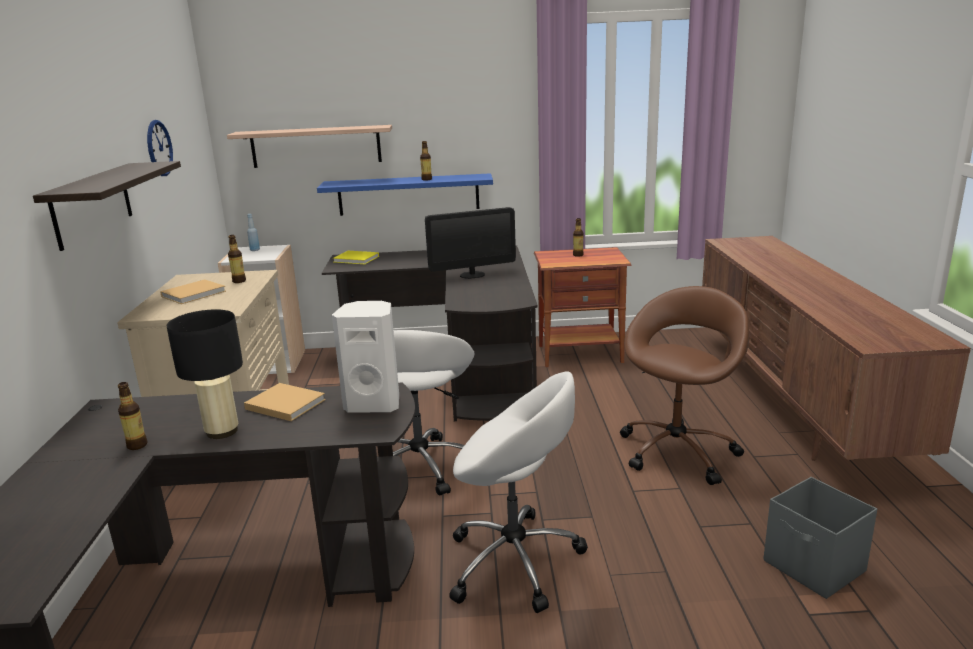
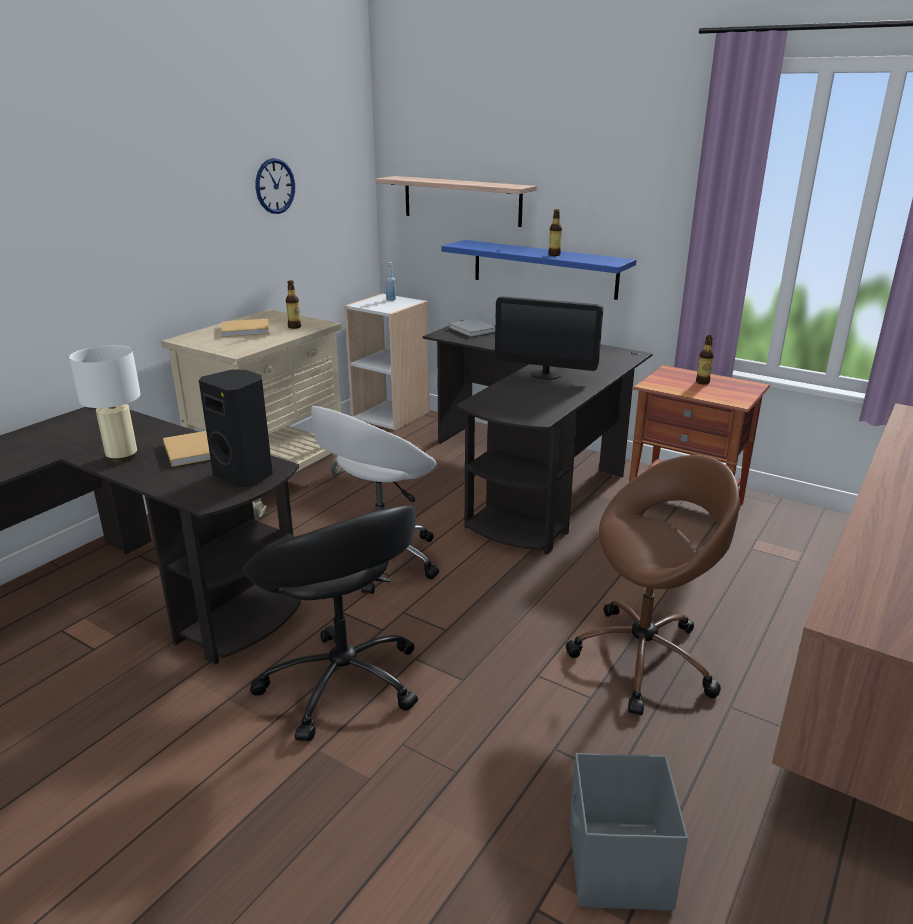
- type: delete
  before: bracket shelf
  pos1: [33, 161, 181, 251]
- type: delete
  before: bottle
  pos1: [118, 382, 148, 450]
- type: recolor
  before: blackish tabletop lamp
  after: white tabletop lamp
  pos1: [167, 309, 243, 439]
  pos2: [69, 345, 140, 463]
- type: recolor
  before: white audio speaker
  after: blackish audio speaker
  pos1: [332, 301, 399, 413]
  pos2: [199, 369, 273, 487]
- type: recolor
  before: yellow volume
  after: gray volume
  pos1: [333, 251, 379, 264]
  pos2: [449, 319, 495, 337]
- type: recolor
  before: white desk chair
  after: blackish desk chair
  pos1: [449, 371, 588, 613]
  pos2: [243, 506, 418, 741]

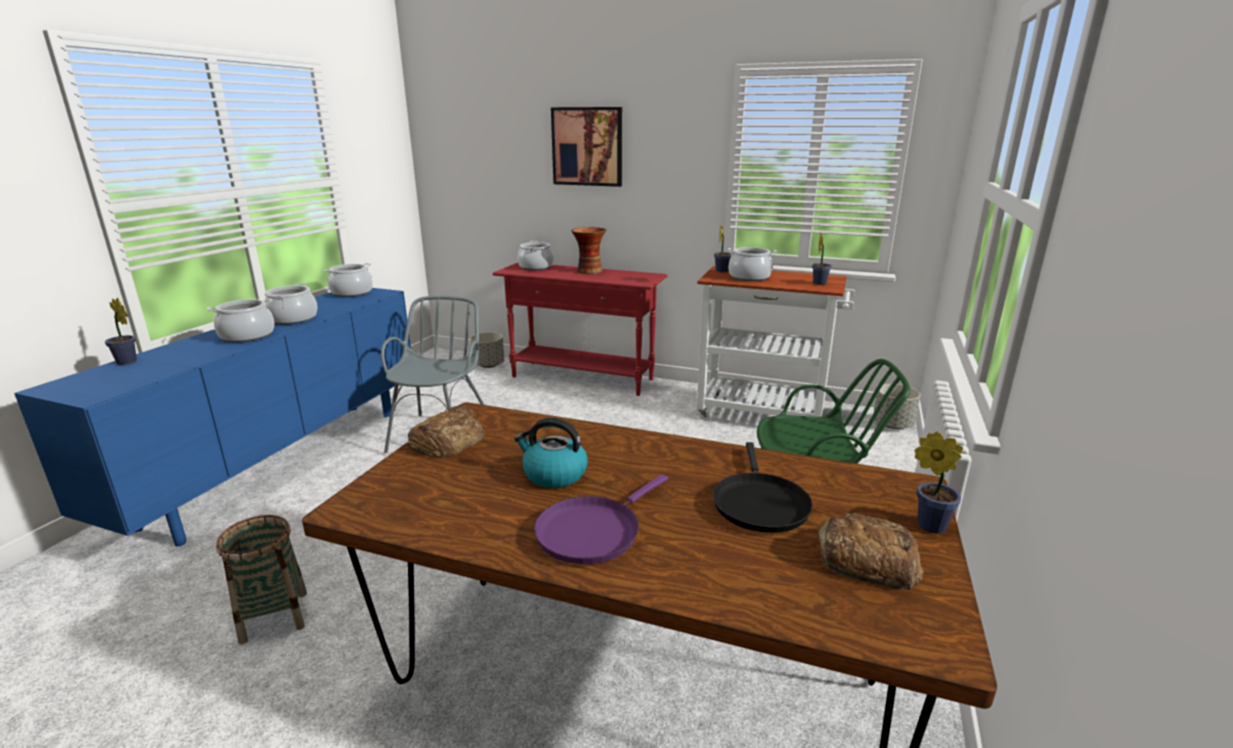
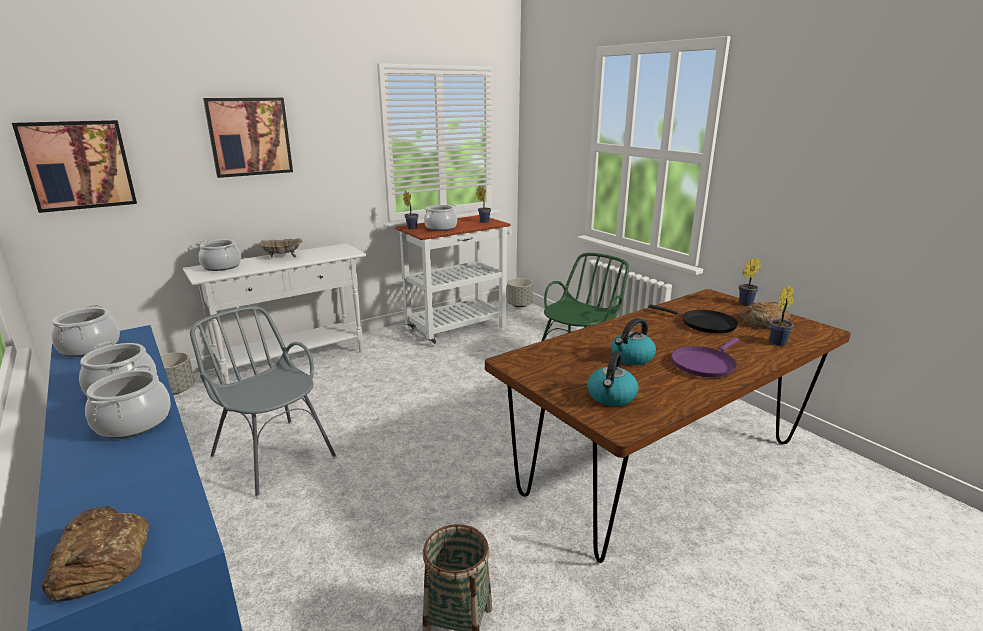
- type: insert
  after: wall art
  pos2: [12, 120, 137, 213]
- type: insert
  after: kettle
  pos2: [587, 351, 638, 406]
- type: move
  before: potted plant
  pos1: [105, 298, 137, 365]
  pos2: [770, 285, 794, 346]
- type: move
  before: baked bread
  pos1: [407, 405, 484, 457]
  pos2: [42, 506, 149, 602]
- type: replace
  before: decorative vase
  after: sand-coloured serving bowl
  pos1: [572, 227, 606, 274]
  pos2: [258, 238, 302, 258]
- type: recolor
  before: reddish hall table
  after: white hall table
  pos1: [493, 263, 667, 396]
  pos2: [183, 243, 366, 384]
- type: rotate
  before: purple-coloured frying pan
  pos1: [534, 475, 668, 564]
  pos2: [671, 338, 739, 378]
  turn: 60

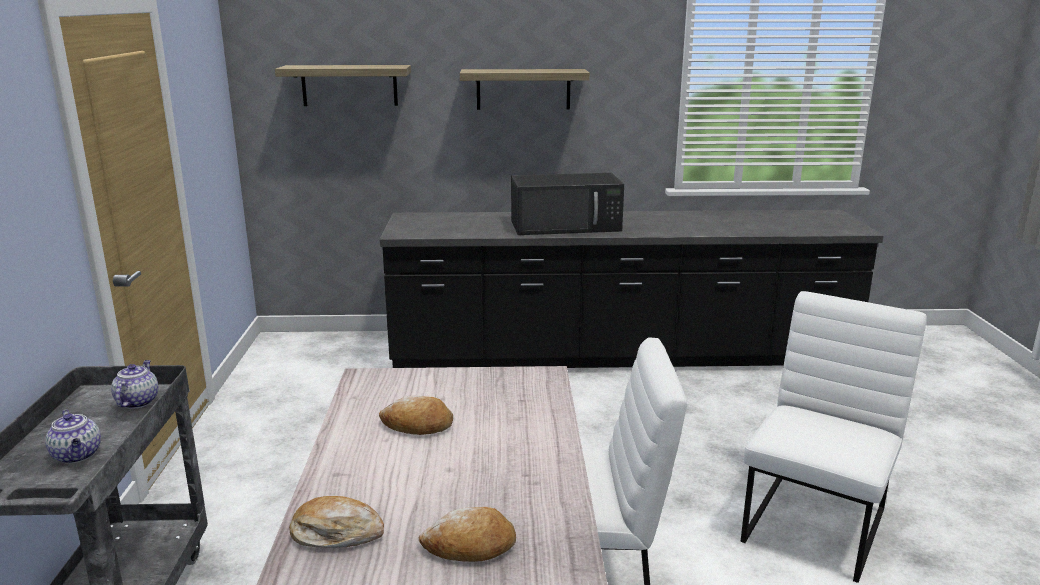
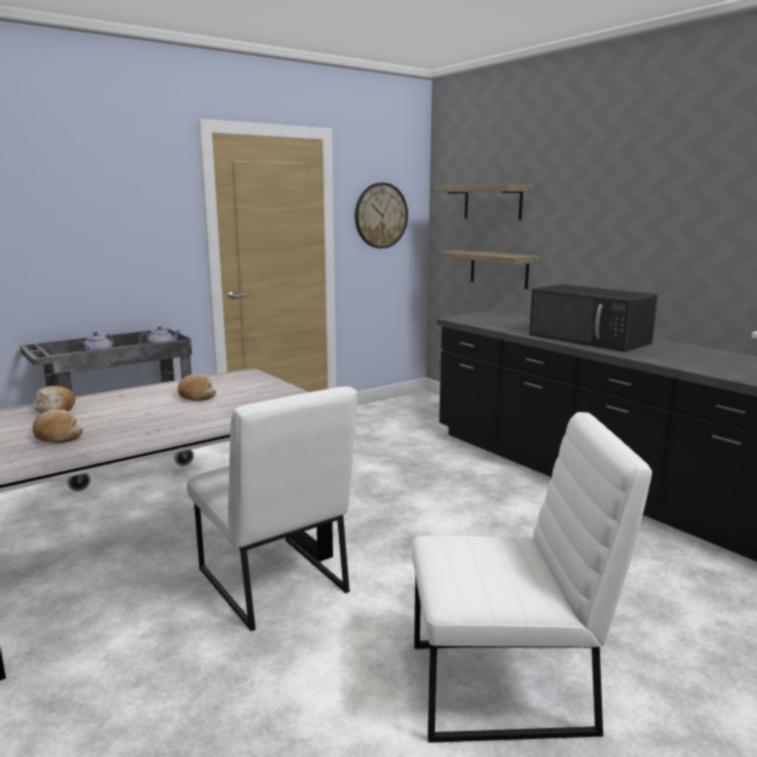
- type: insert
  after: clock on the wall
  pos2: [355, 183, 408, 249]
- type: move
  before: bracket shelf
  pos1: [460, 69, 590, 110]
  pos2: [441, 250, 539, 289]

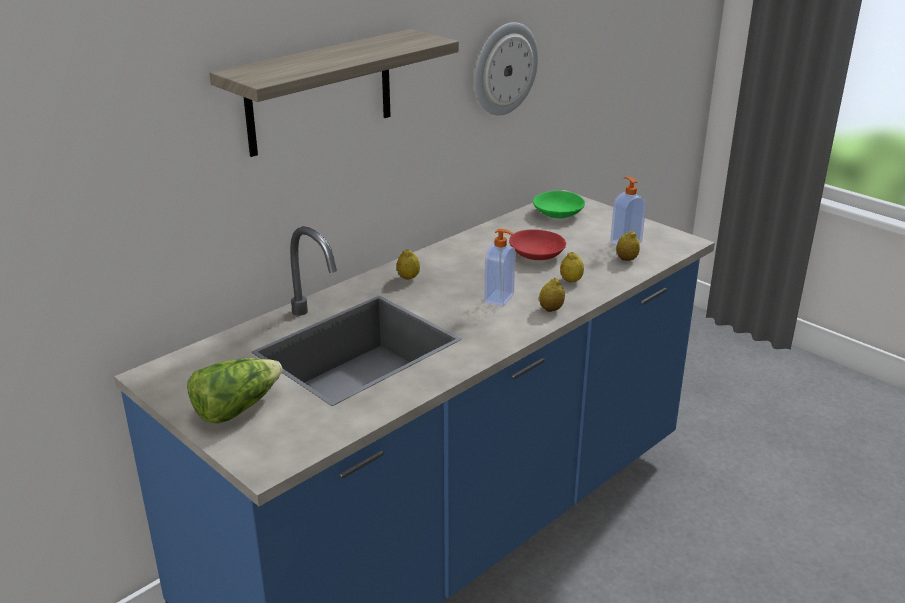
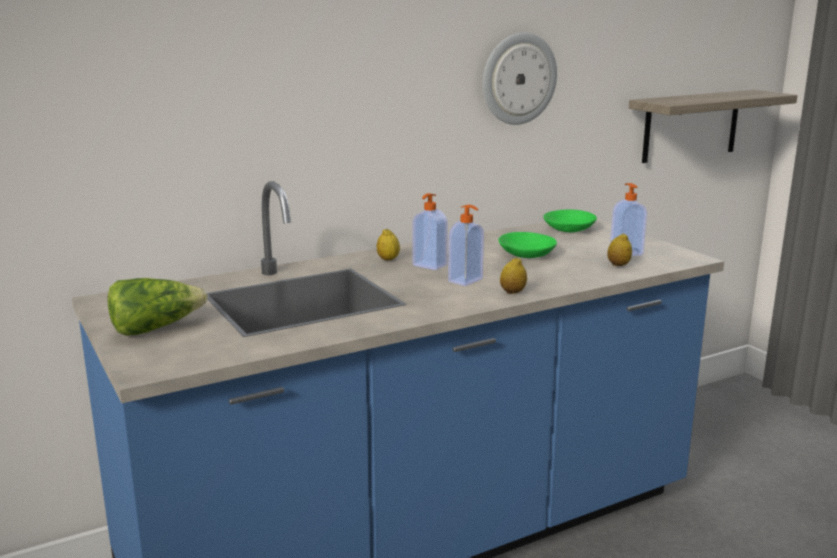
- type: delete
  before: whole lemon
  pos1: [560, 252, 584, 282]
- type: insert
  after: liquid soap bottle
  pos2: [413, 193, 448, 270]
- type: move
  before: bracket shelf
  pos1: [209, 29, 459, 157]
  pos2: [629, 90, 797, 163]
- type: recolor
  before: reddish serving bowl
  after: green serving bowl
  pos1: [509, 229, 566, 260]
  pos2: [498, 232, 557, 258]

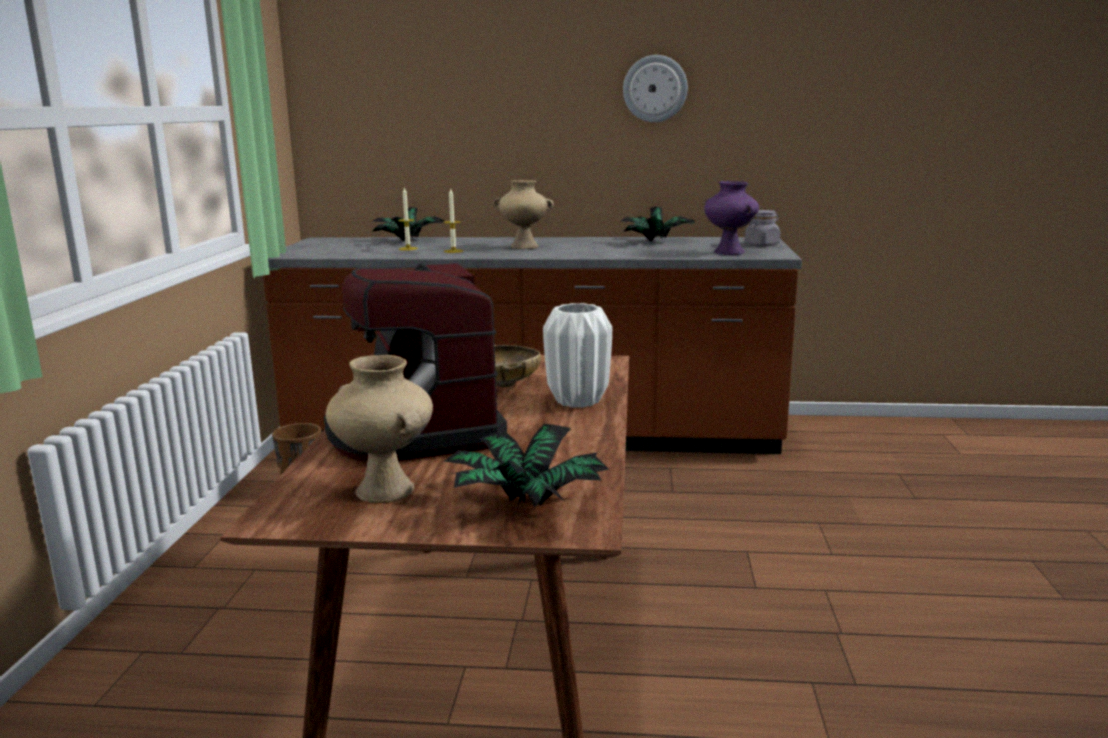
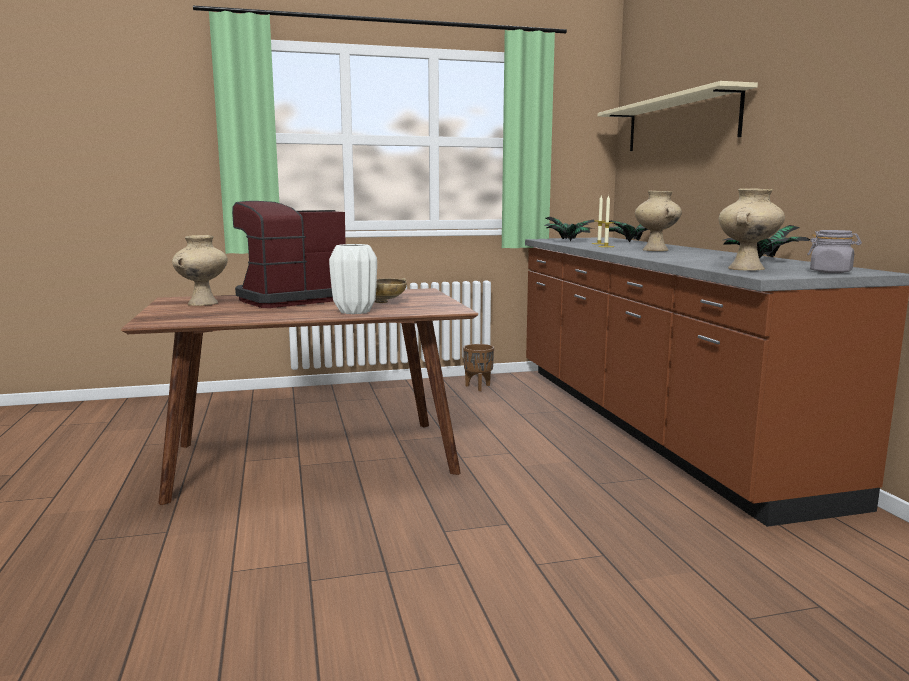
- type: delete
  before: clock on the wall
  pos1: [623, 55, 688, 122]
- type: insert
  after: sand-coloured bracket shelf
  pos2: [598, 81, 758, 151]
- type: move
  before: potted plant
  pos1: [444, 424, 610, 507]
  pos2: [544, 217, 595, 241]
- type: recolor
  before: purple-coloured decorative vase
  after: sand-coloured decorative vase
  pos1: [704, 181, 759, 255]
  pos2: [719, 188, 785, 271]

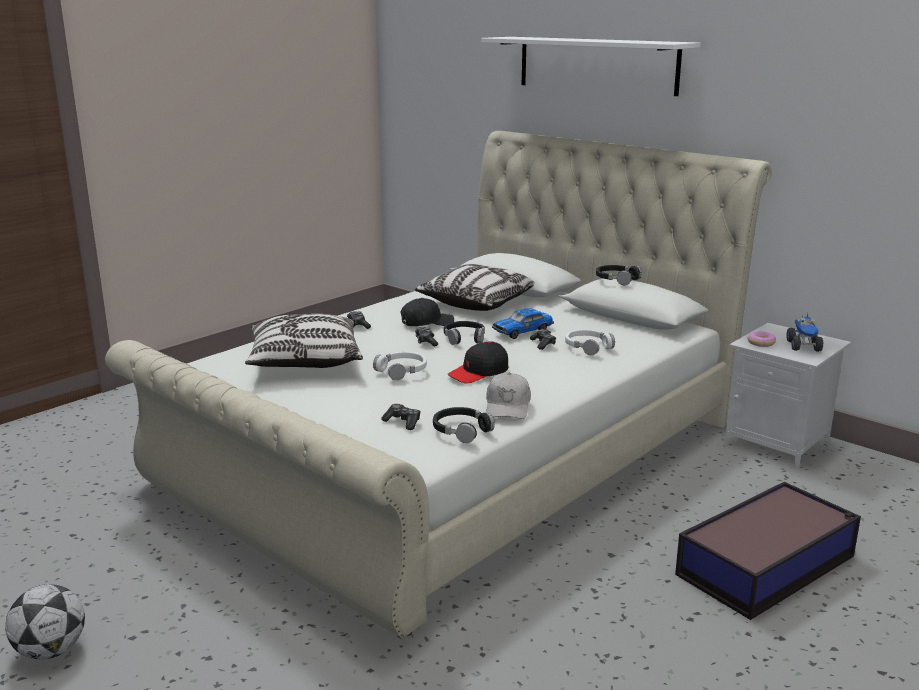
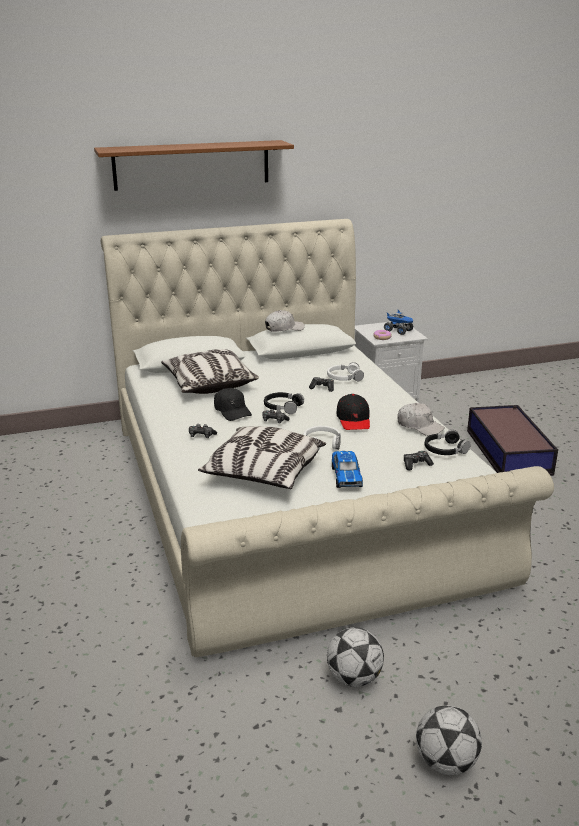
- type: insert
  after: football
  pos2: [327, 627, 384, 687]
- type: move
  before: toy car
  pos1: [492, 308, 554, 339]
  pos2: [332, 451, 363, 488]
- type: replace
  before: blackish pair of headphones
  after: white baseball cap
  pos1: [596, 265, 642, 285]
  pos2: [265, 310, 305, 332]
- type: recolor
  before: white bracket shelf
  after: brown-coloured bracket shelf
  pos1: [481, 37, 701, 96]
  pos2: [94, 140, 294, 191]
- type: rotate
  before: blackish baseball cap
  pos1: [401, 298, 454, 326]
  pos2: [214, 388, 252, 421]
  turn: 135

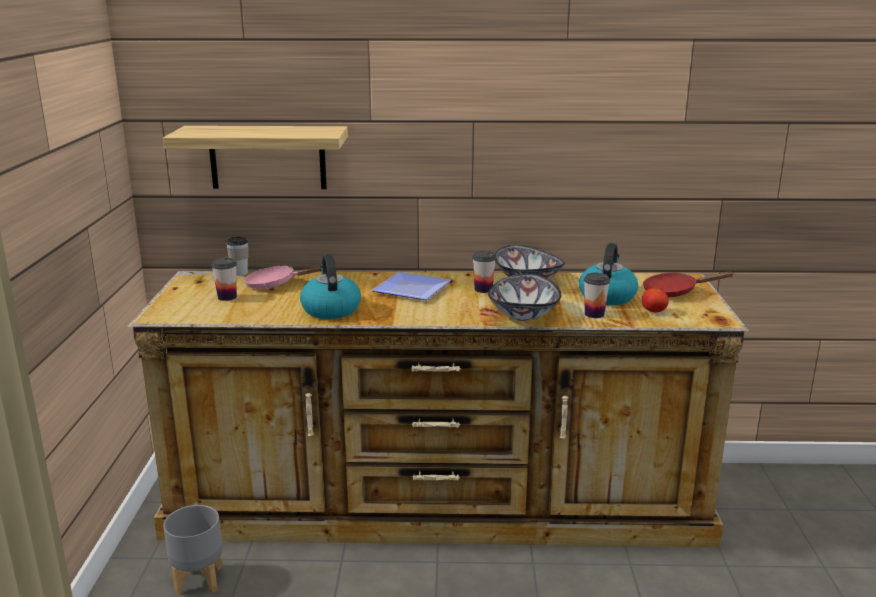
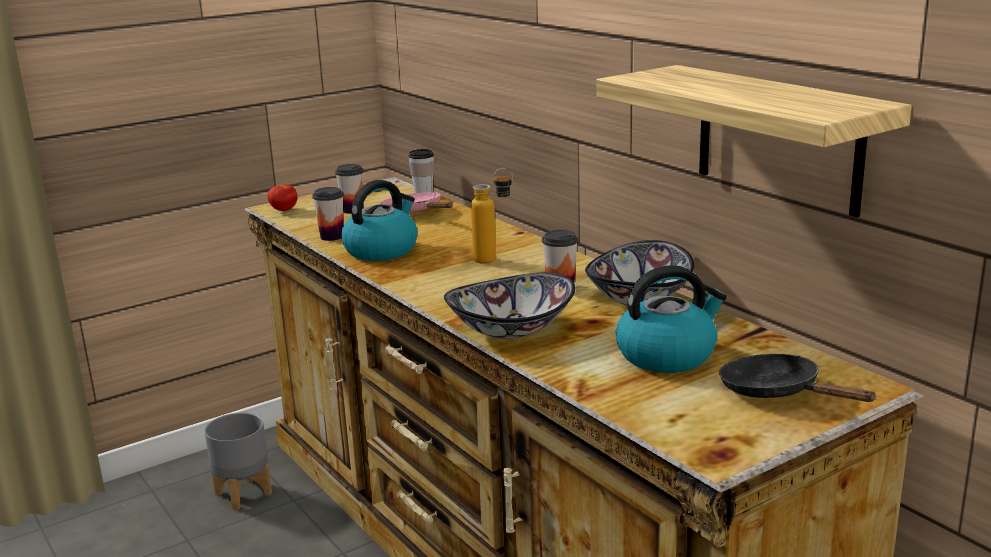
- type: move
  before: bracket shelf
  pos1: [163, 126, 348, 189]
  pos2: [596, 65, 912, 217]
- type: move
  before: drinking cup
  pos1: [584, 273, 610, 318]
  pos2: [312, 187, 344, 241]
- type: move
  before: tomato
  pos1: [642, 288, 669, 312]
  pos2: [267, 184, 297, 211]
- type: replace
  before: plate
  after: bottle
  pos1: [371, 272, 451, 300]
  pos2: [471, 168, 513, 264]
- type: recolor
  before: reddish frying pan
  after: blackish frying pan
  pos1: [643, 272, 734, 297]
  pos2: [719, 354, 877, 402]

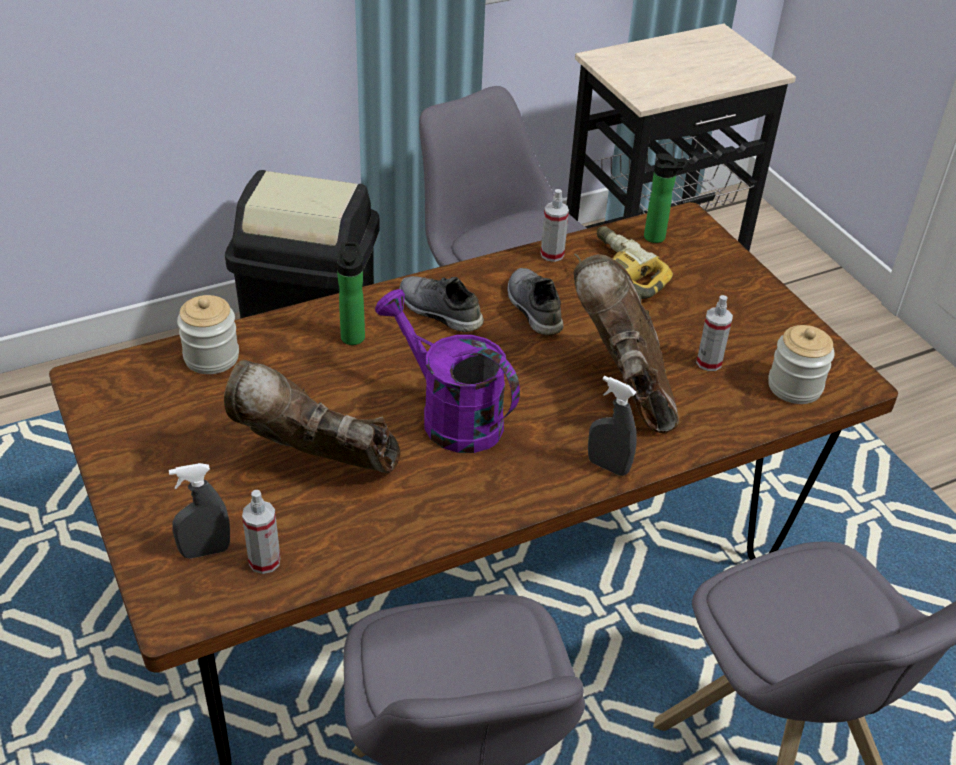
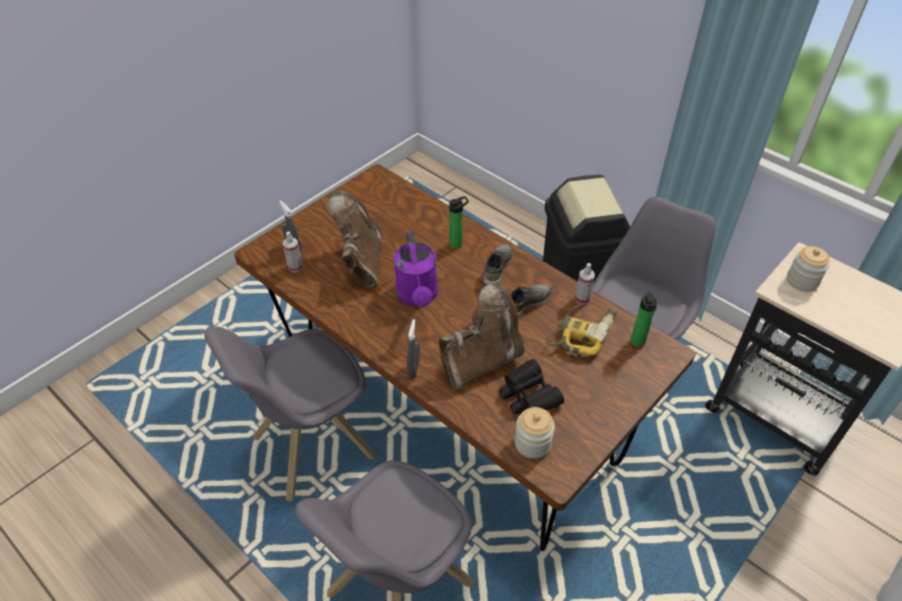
- type: move
  before: storage jar
  pos1: [177, 295, 239, 374]
  pos2: [787, 246, 830, 292]
- type: replace
  before: sprayer
  after: blackish pair of binoculars
  pos1: [696, 295, 733, 371]
  pos2: [499, 359, 564, 414]
- type: rotate
  before: purple-coloured watering pot
  pos1: [375, 289, 520, 453]
  pos2: [394, 231, 438, 307]
  turn: 150

